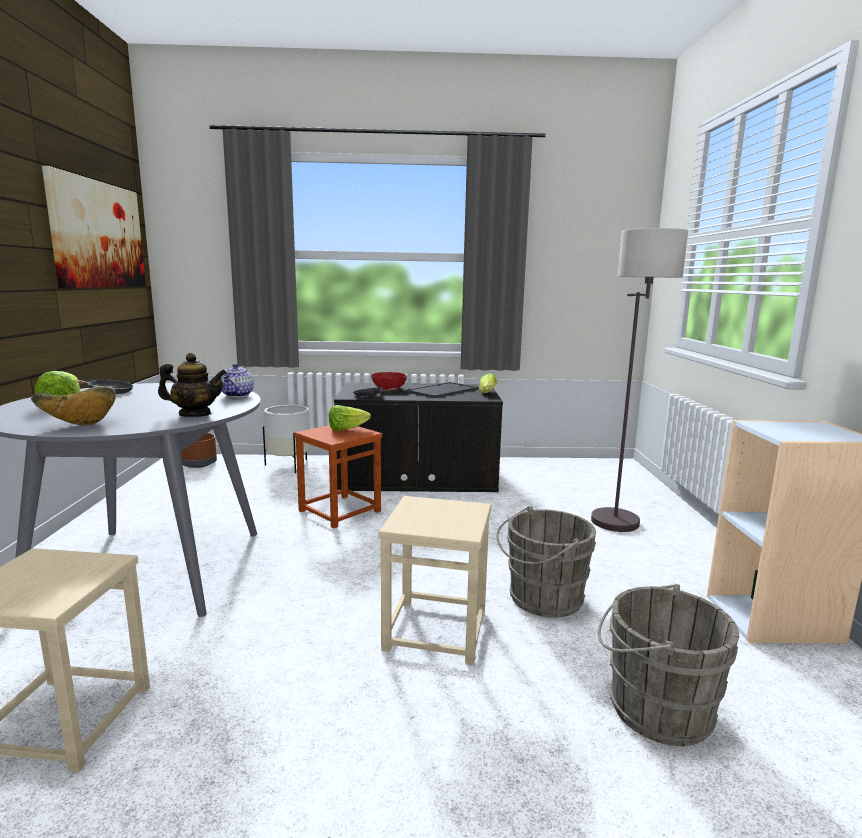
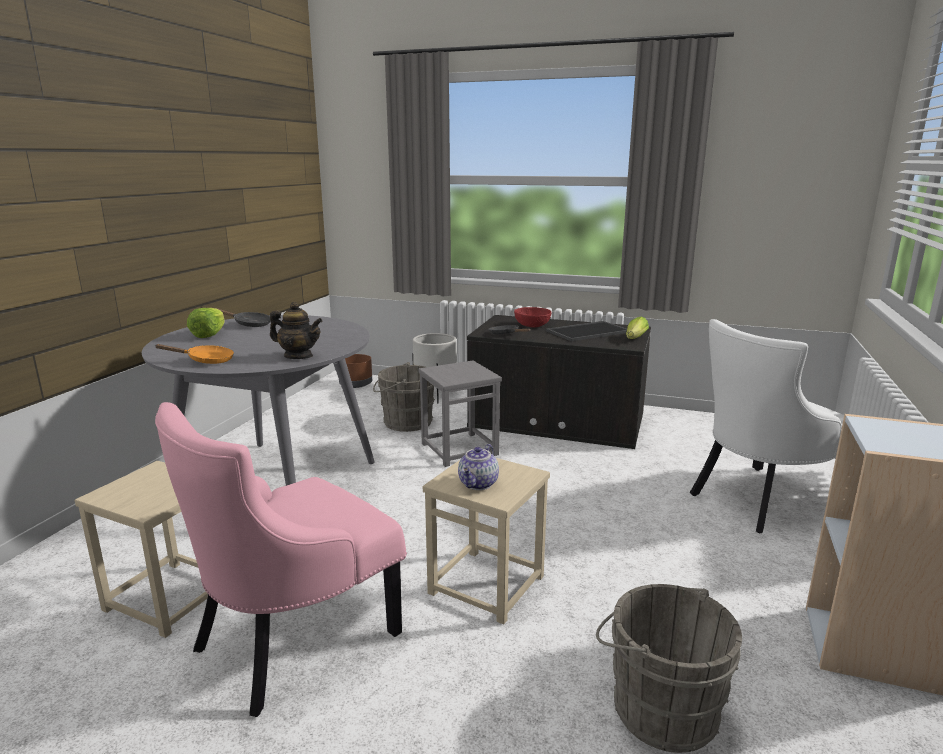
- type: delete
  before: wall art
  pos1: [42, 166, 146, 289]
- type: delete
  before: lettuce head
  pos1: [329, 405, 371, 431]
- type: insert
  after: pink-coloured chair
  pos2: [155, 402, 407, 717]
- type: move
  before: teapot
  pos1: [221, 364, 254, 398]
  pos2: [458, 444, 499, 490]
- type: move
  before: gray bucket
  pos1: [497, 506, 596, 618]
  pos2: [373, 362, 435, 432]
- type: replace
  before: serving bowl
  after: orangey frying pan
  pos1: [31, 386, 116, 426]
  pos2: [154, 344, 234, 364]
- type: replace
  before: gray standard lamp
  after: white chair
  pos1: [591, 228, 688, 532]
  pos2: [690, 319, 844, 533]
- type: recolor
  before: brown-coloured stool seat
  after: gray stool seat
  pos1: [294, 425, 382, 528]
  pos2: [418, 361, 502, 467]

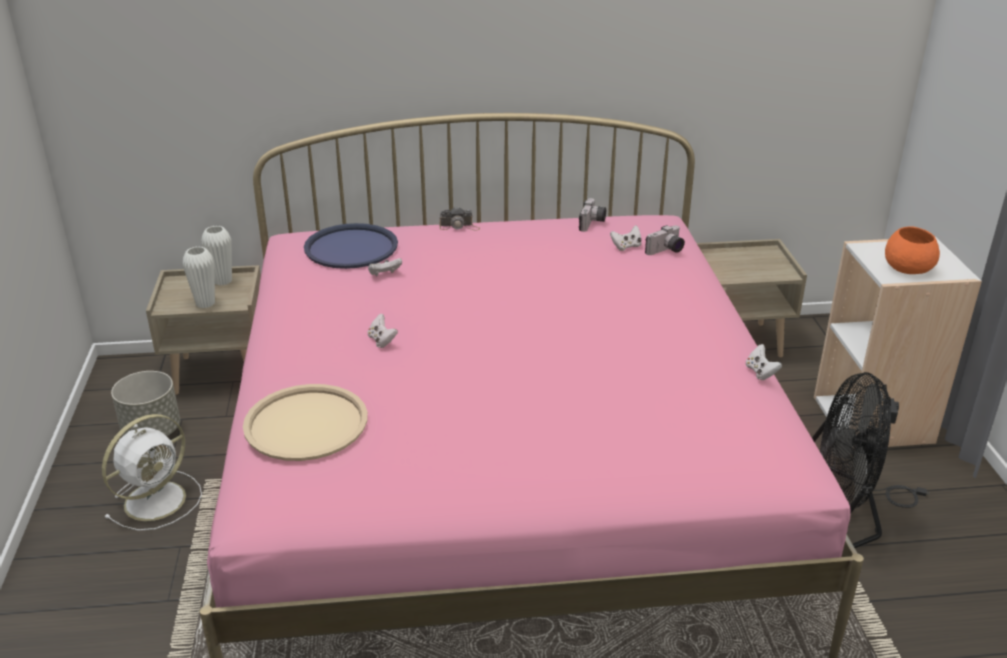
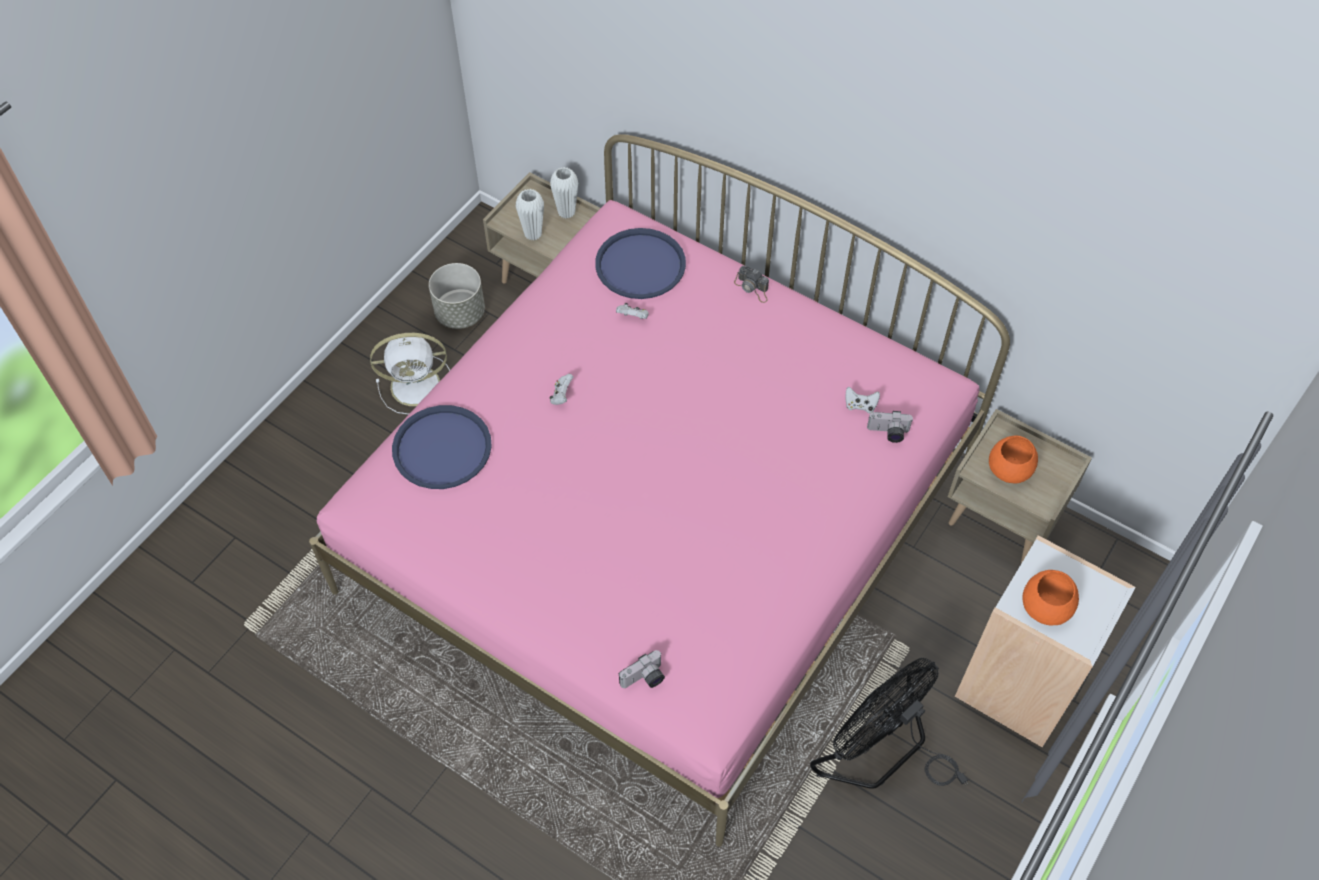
- type: delete
  before: white joypad
  pos1: [746, 344, 782, 380]
- type: insert
  after: orangey serving bowl
  pos2: [989, 436, 1038, 483]
- type: move
  before: photo camera
  pos1: [579, 198, 606, 232]
  pos2: [619, 650, 665, 688]
- type: recolor
  before: sand-coloured serving tray
  after: blue serving tray
  pos1: [243, 384, 368, 461]
  pos2: [392, 405, 492, 489]

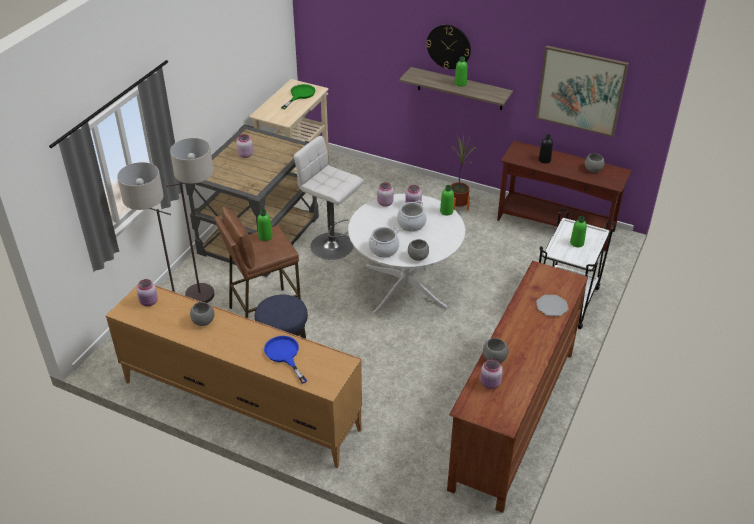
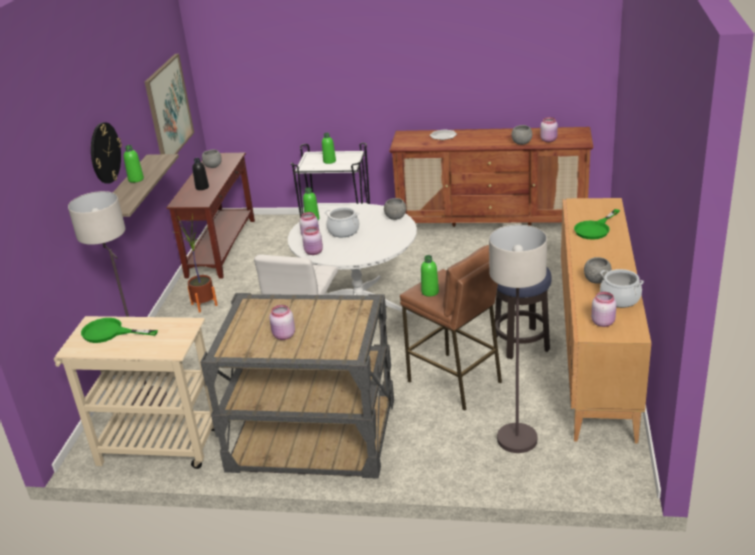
- type: move
  before: gray standard lamp
  pos1: [166, 138, 214, 303]
  pos2: [68, 191, 167, 406]
- type: move
  before: cooking pot
  pos1: [369, 227, 399, 257]
  pos2: [600, 269, 644, 308]
- type: recolor
  before: blue frying pan
  after: green frying pan
  pos1: [264, 336, 307, 384]
  pos2: [574, 209, 620, 240]

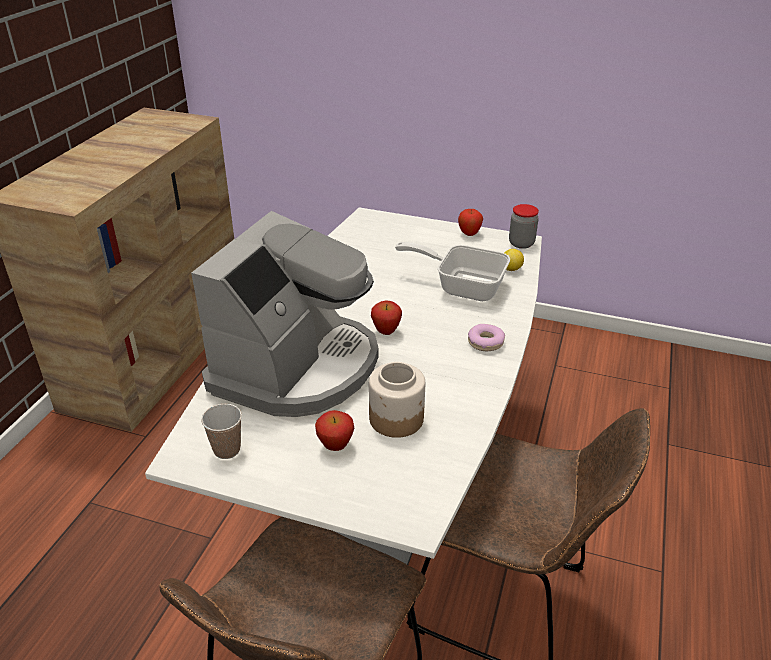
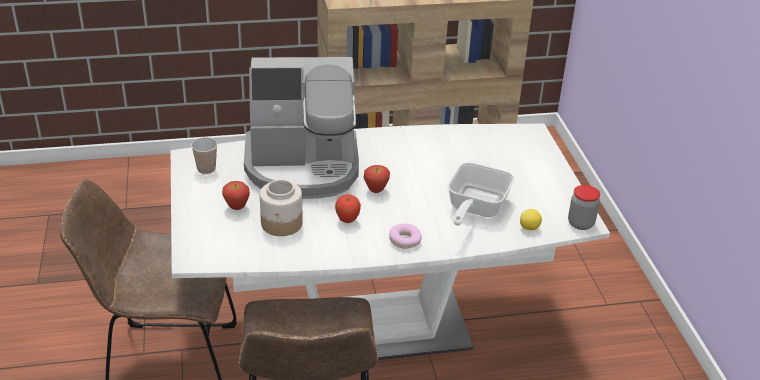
- type: move
  before: apple fruit
  pos1: [458, 209, 483, 236]
  pos2: [335, 194, 361, 223]
- type: rotate
  before: frying pan
  pos1: [395, 242, 510, 301]
  pos2: [447, 162, 515, 226]
  turn: -150

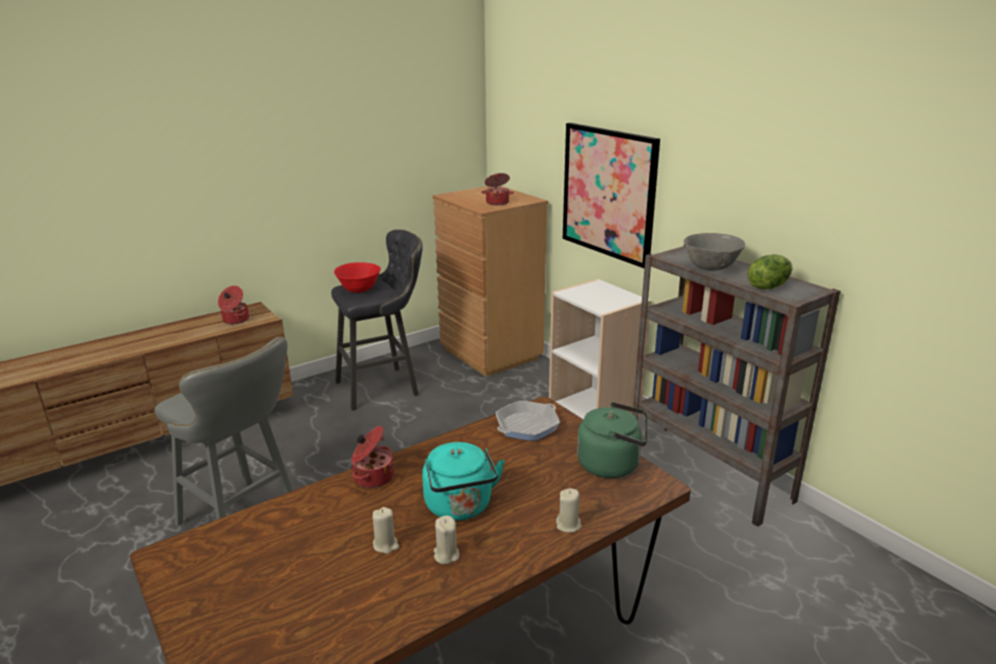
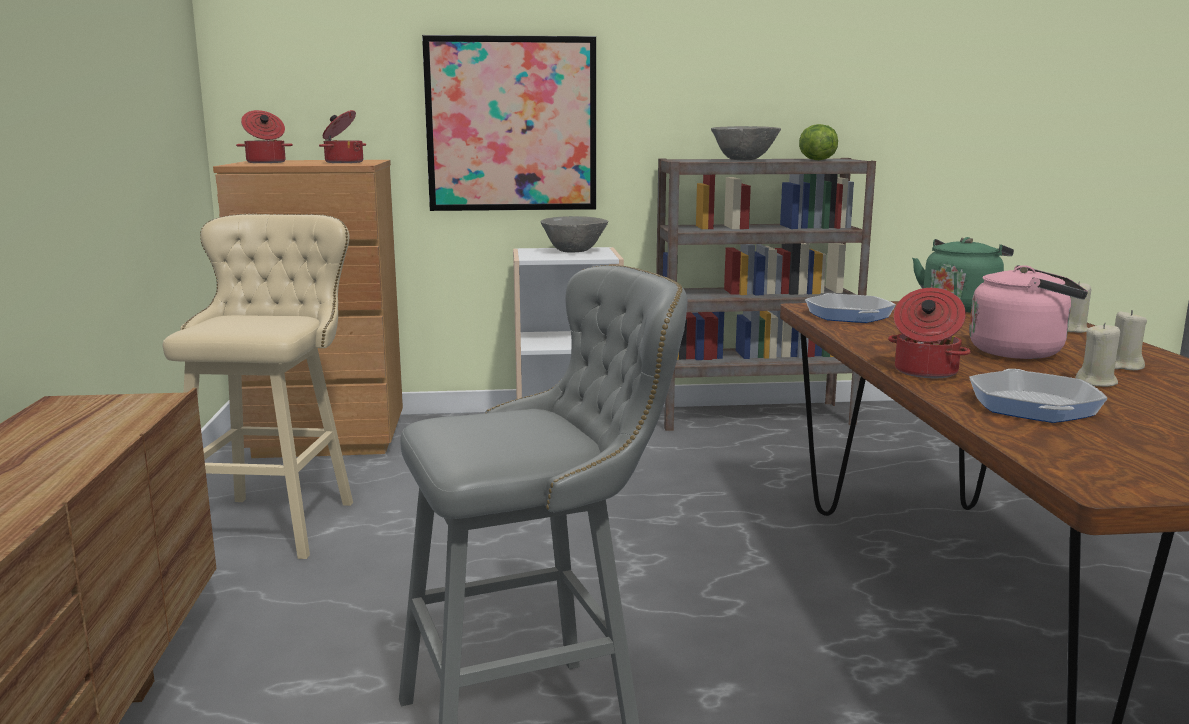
- type: delete
  before: reddish serving bowl
  pos1: [334, 262, 381, 293]
- type: insert
  after: gray serving bowl
  pos2: [541, 216, 608, 253]
- type: insert
  after: frying pan
  pos2: [969, 369, 1108, 423]
- type: move
  before: cooking pot
  pos1: [218, 286, 249, 324]
  pos2: [236, 110, 293, 163]
- type: recolor
  before: blackish stool seat
  after: sand-coloured stool seat
  pos1: [331, 229, 423, 411]
  pos2: [163, 214, 353, 559]
- type: recolor
  before: turquoise-coloured kettle
  after: pink-coloured kettle
  pos1: [422, 442, 505, 521]
  pos2: [969, 265, 1088, 359]

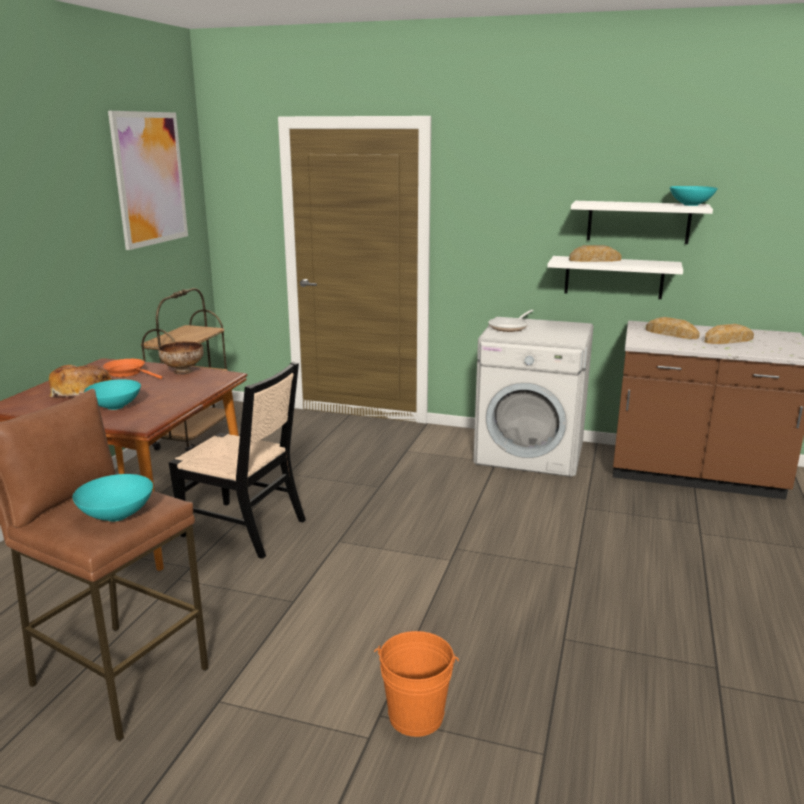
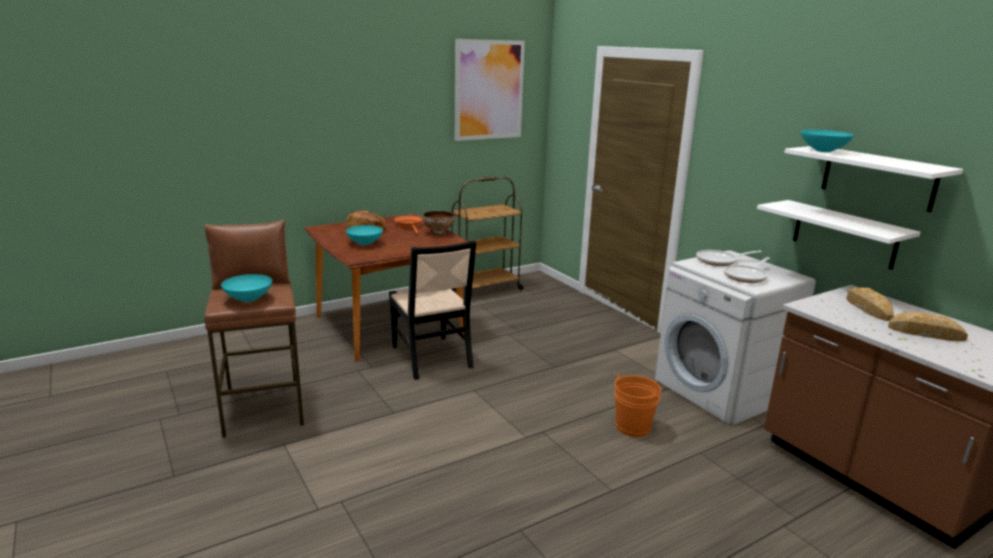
- type: delete
  before: baked bread
  pos1: [569, 245, 622, 262]
- type: insert
  after: frying pan
  pos2: [724, 257, 770, 283]
- type: move
  before: orangey bucket
  pos1: [374, 631, 459, 737]
  pos2: [615, 374, 661, 437]
- type: move
  before: turquoise-coloured serving bowl
  pos1: [670, 186, 718, 206]
  pos2: [801, 130, 854, 152]

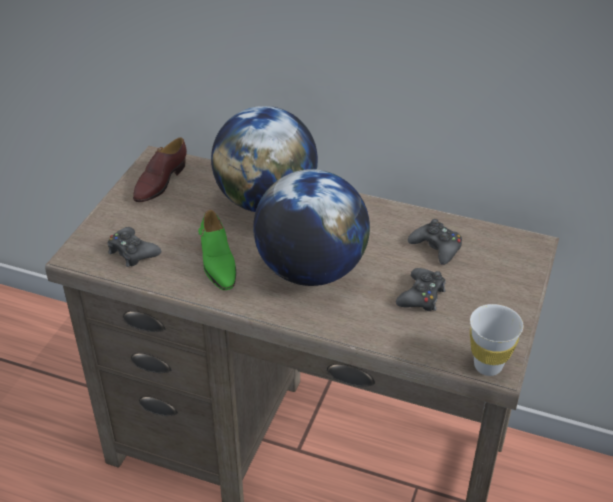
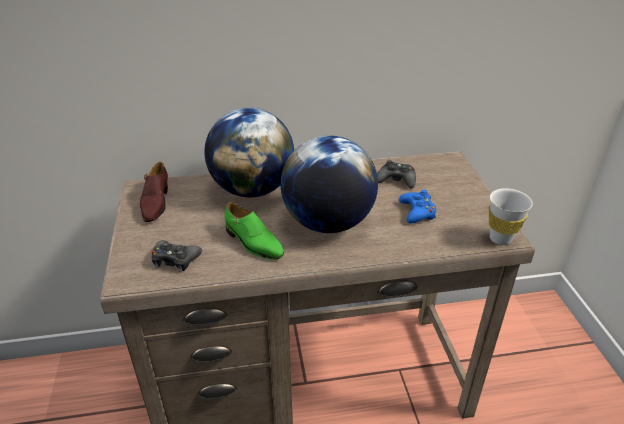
- type: recolor
  before: blackish joypad
  after: blue joypad
  pos1: [396, 268, 446, 311]
  pos2: [399, 190, 436, 223]

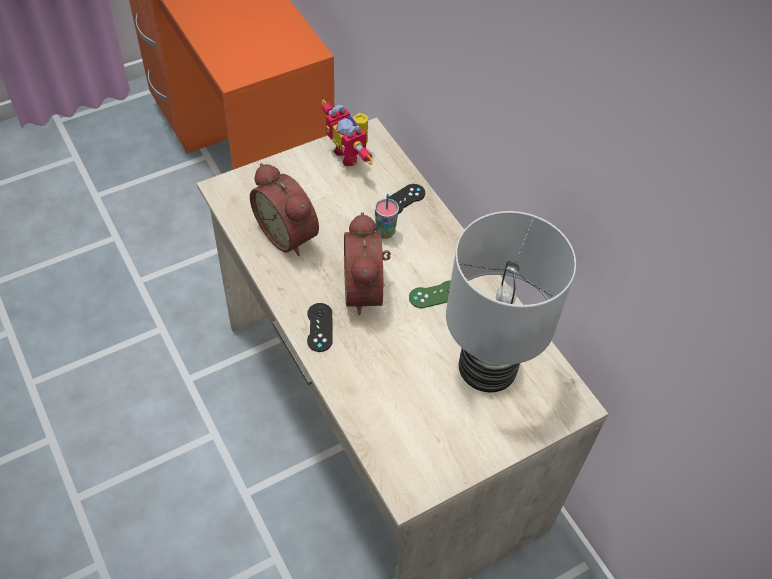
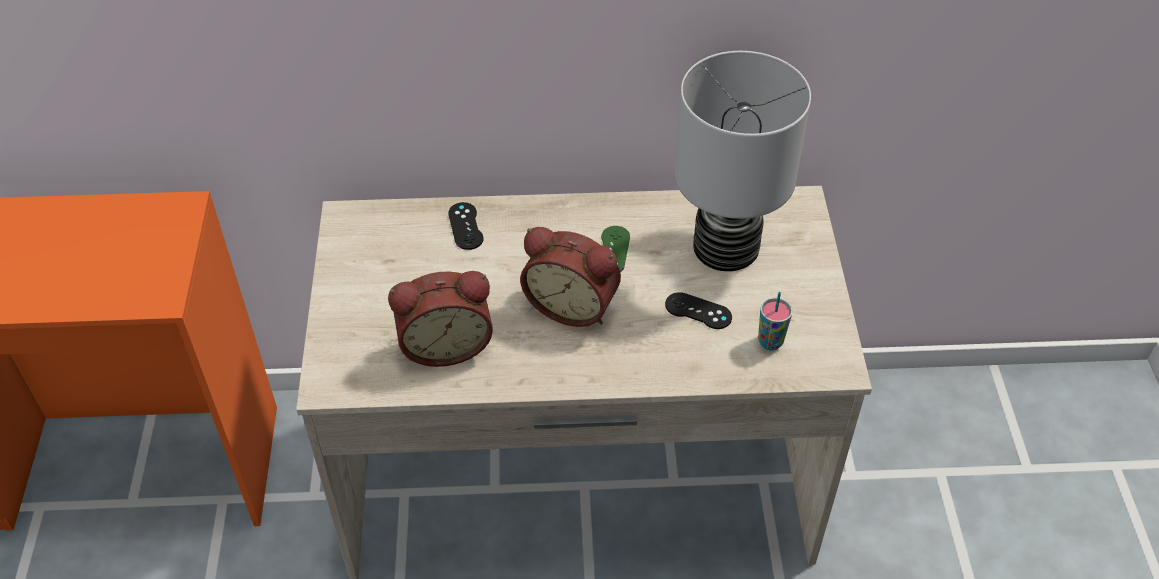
- type: delete
  before: model robot
  pos1: [321, 100, 373, 166]
- type: move
  before: blackish joypad
  pos1: [307, 303, 333, 352]
  pos2: [665, 292, 732, 329]
- type: move
  before: drinking cup
  pos1: [375, 194, 399, 239]
  pos2: [758, 292, 793, 351]

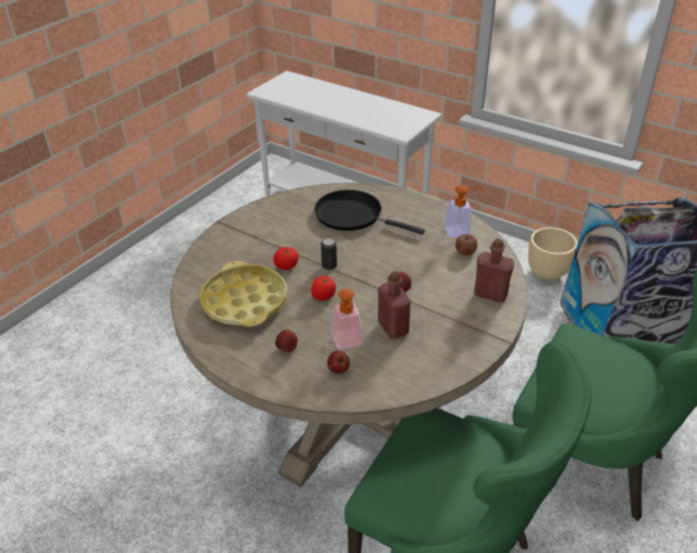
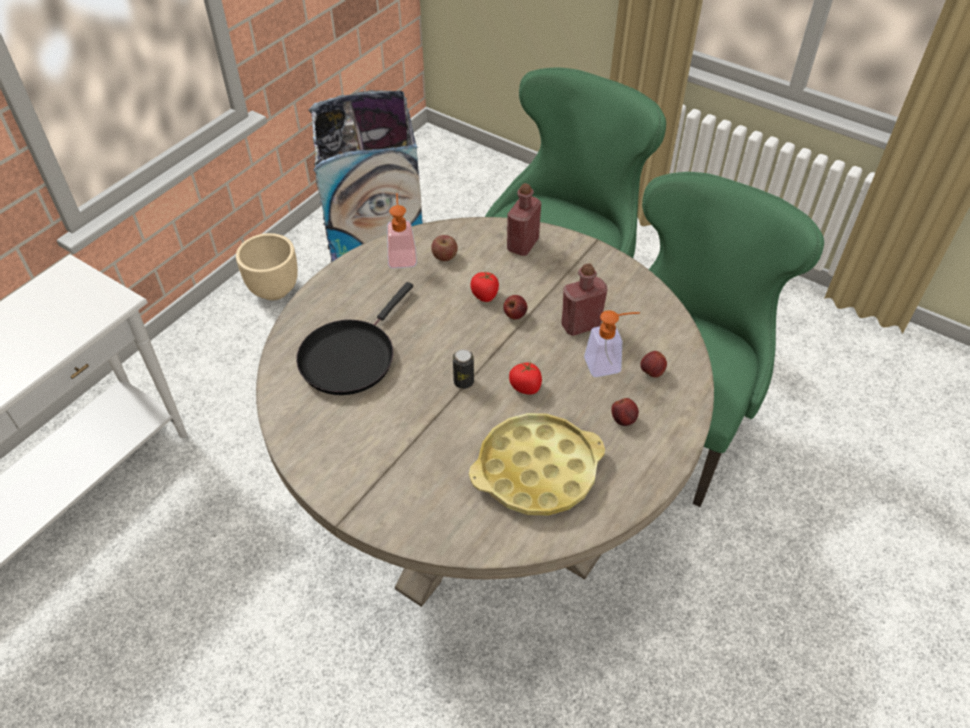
- type: move
  before: tomato
  pos1: [273, 247, 299, 270]
  pos2: [470, 272, 499, 302]

